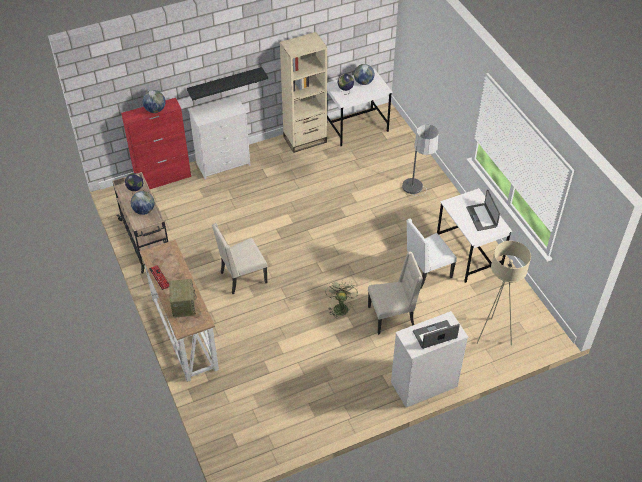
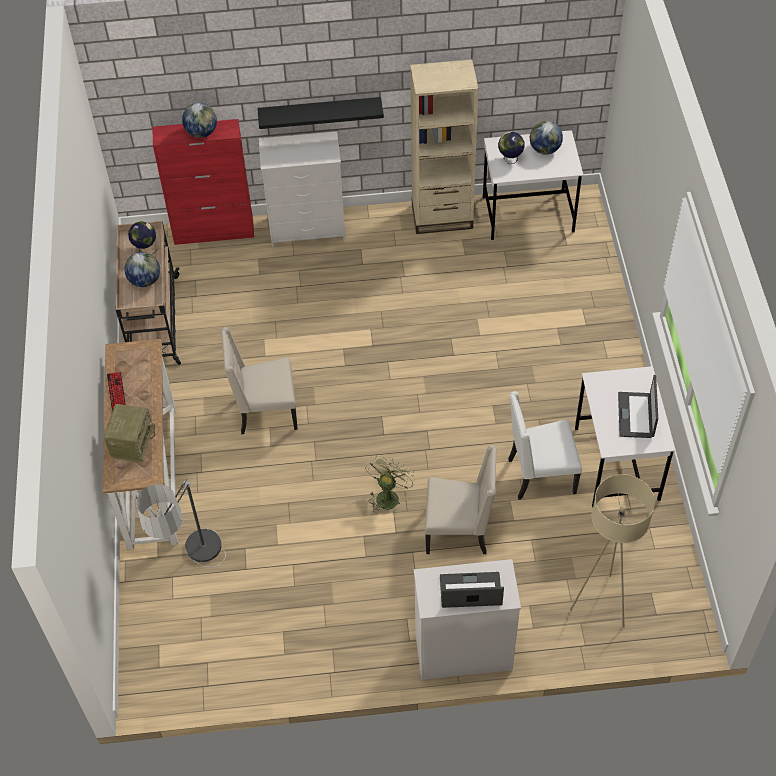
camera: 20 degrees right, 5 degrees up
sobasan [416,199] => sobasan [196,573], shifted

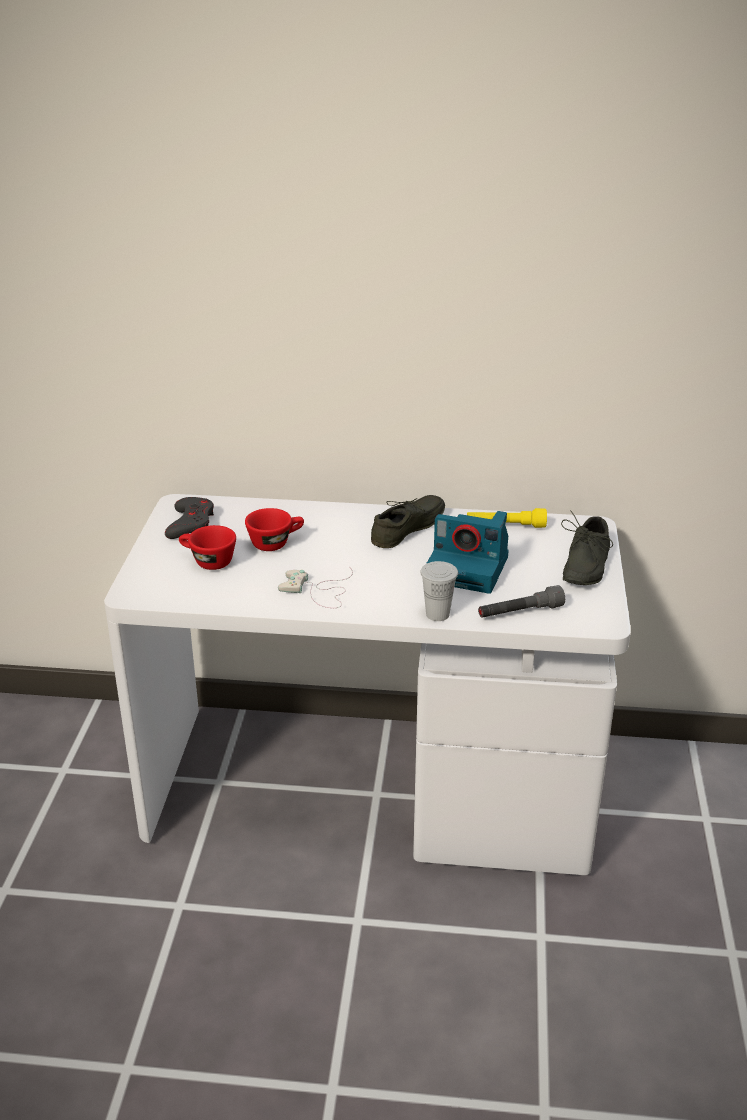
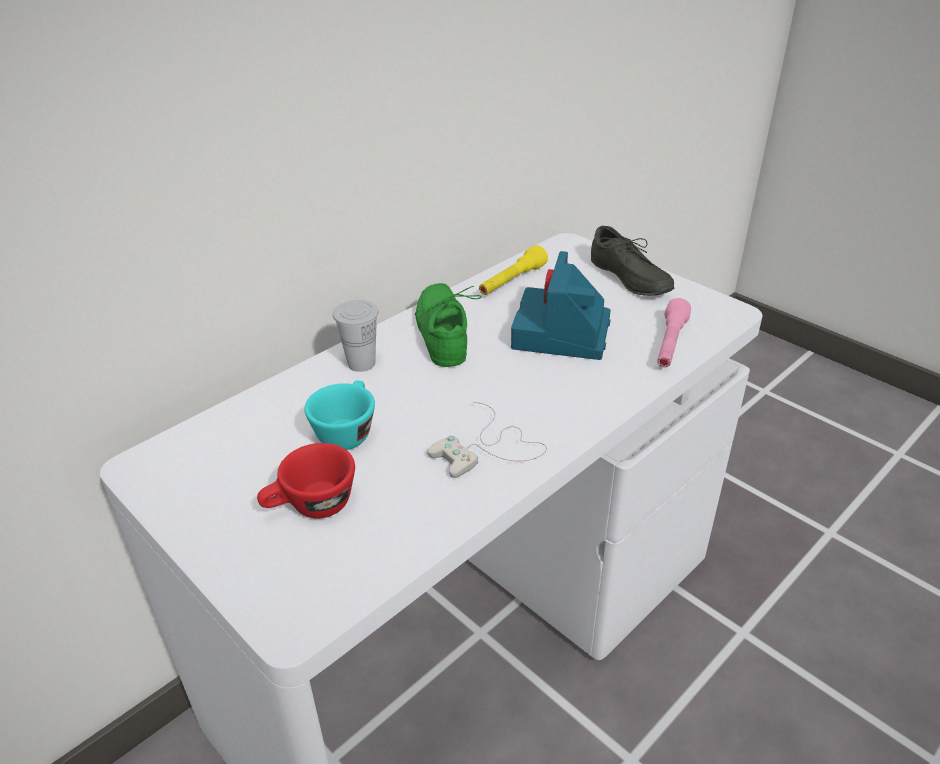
camera: 50 degrees left, 5 degrees up
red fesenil [276,543] => turquoise fesenil [347,431]
white fesenil [437,614] => white fesenil [361,363], shifted
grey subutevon [410,530] => green subutevon [447,332]
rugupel [470,569] => rugupel [562,334], 135 degrees clockwise
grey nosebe [520,613] => pink nosebe [670,344]
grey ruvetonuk [191,523] => nothing

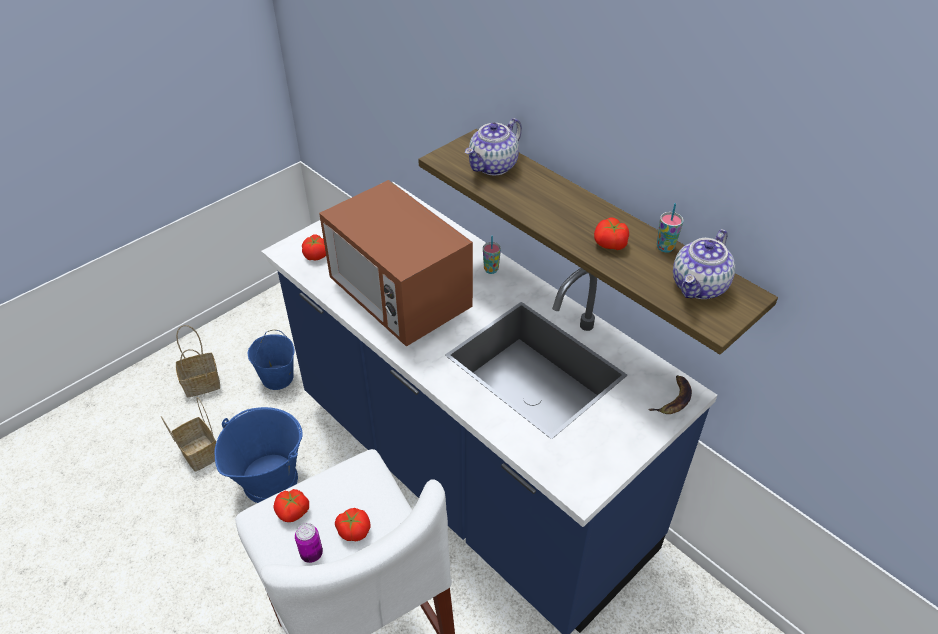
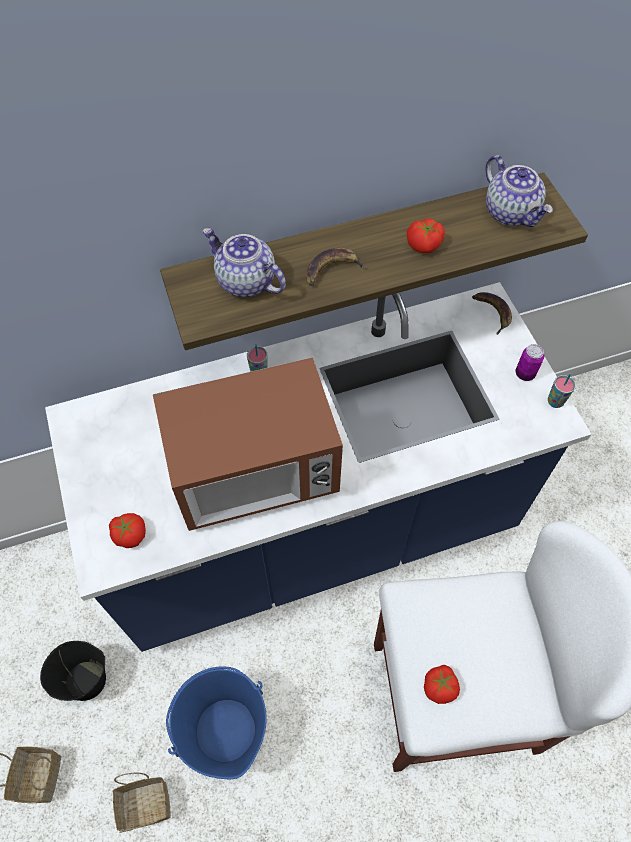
camera: 65 degrees left, 15 degrees up
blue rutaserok [278,378] => black rutaserok [87,680]
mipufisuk [493,166] => mipufisuk [245,282], 150 degrees clockwise
nothing => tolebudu [331,270]
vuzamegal [311,553] => vuzamegal [525,374], shifted
fesenil [665,247] => fesenil [555,402], shifted
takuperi [354,530] => nothing

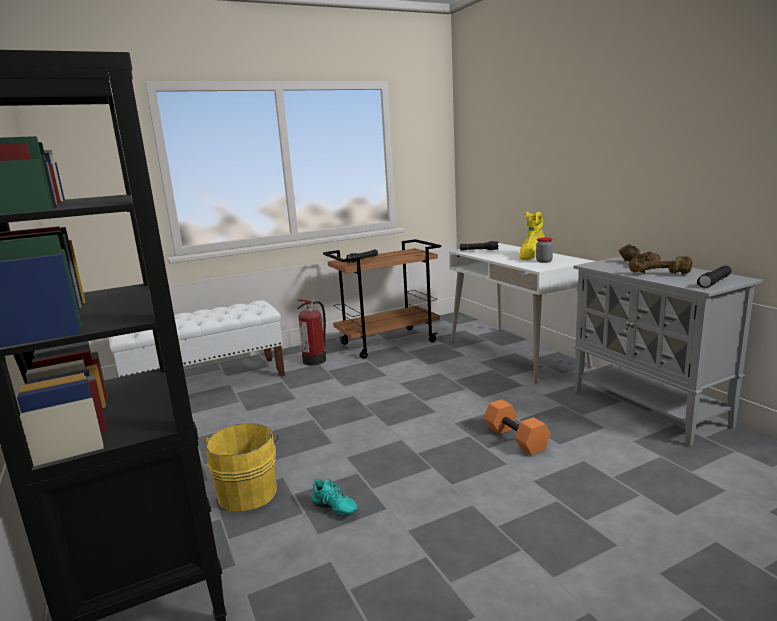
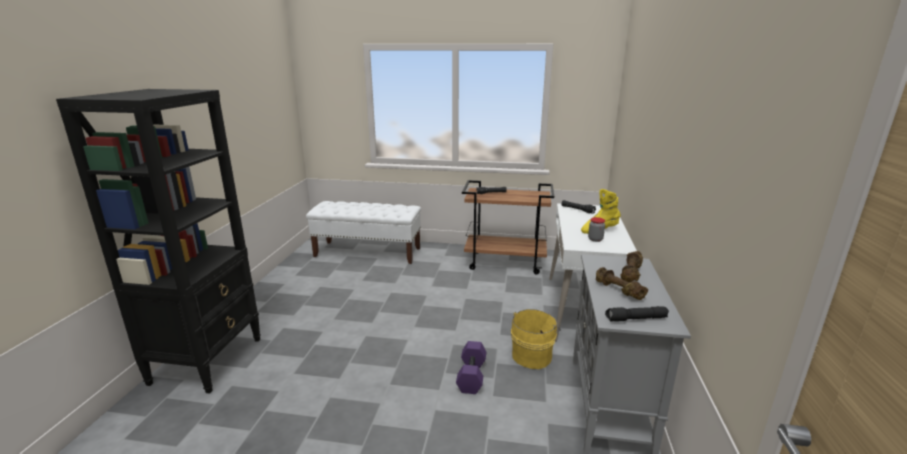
camera: 35 degrees right, 5 degrees up
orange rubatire [517,439] => purple rubatire [472,376]
yellow rutaserok [248,491] => yellow rutaserok [533,355], shifted
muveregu [315,360] => nothing
turquoise subutevon [333,510] => nothing

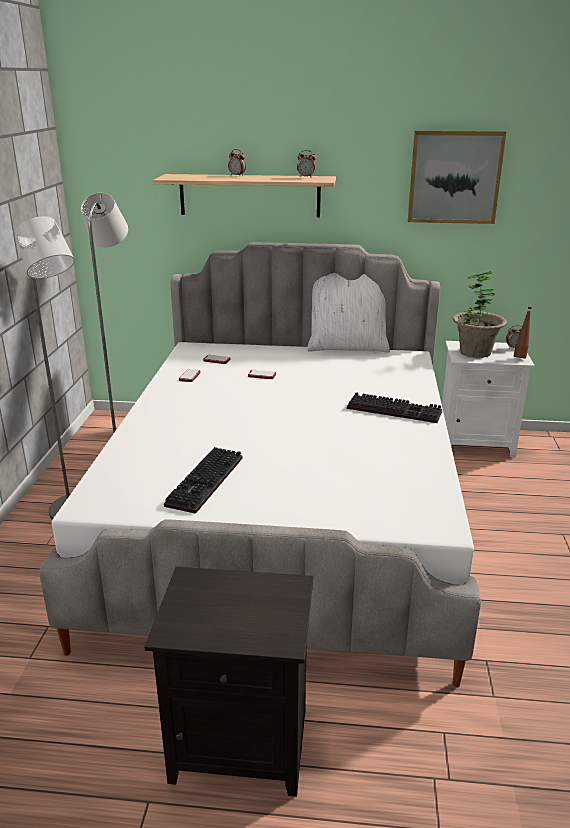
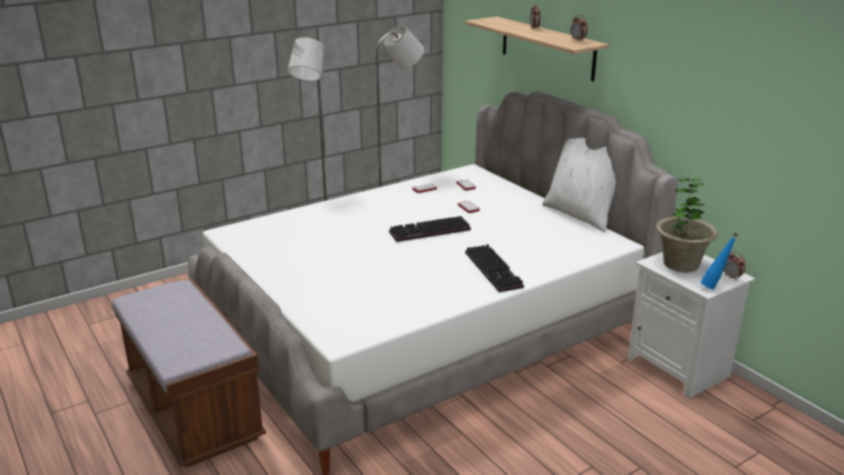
camera: 50 degrees right, 0 degrees up
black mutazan [242,743] => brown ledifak [194,411]
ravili [206,482] => ravili [429,232], shifted
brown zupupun [520,357] => blue zupupun [714,286]
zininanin [454,177] => nothing

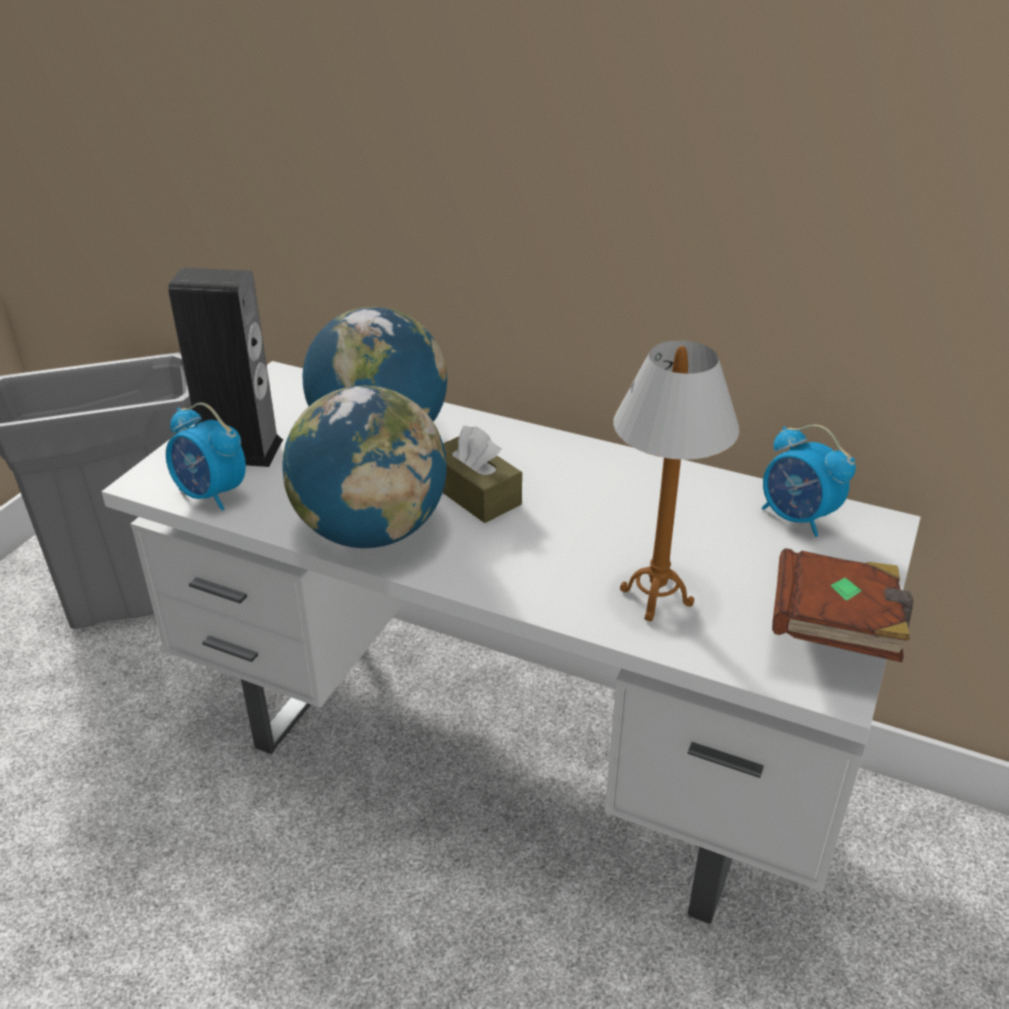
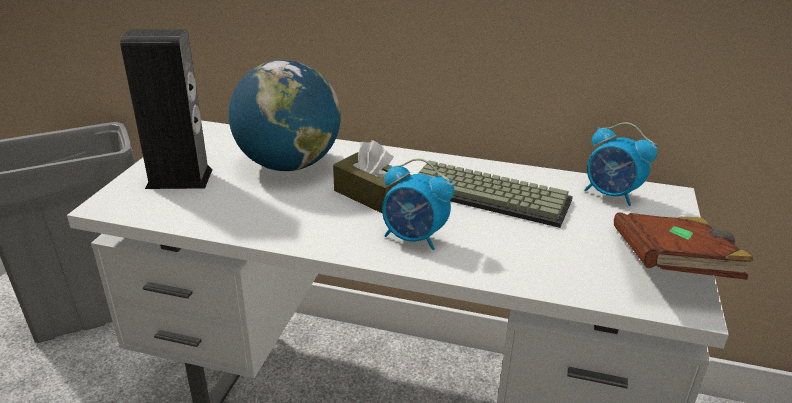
camera: 10 degrees left, 5 degrees down
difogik [211,494] => difogik [414,238], shifted
nothing => ravili [491,194]
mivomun [371,531] => nothing
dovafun [656,597] => nothing

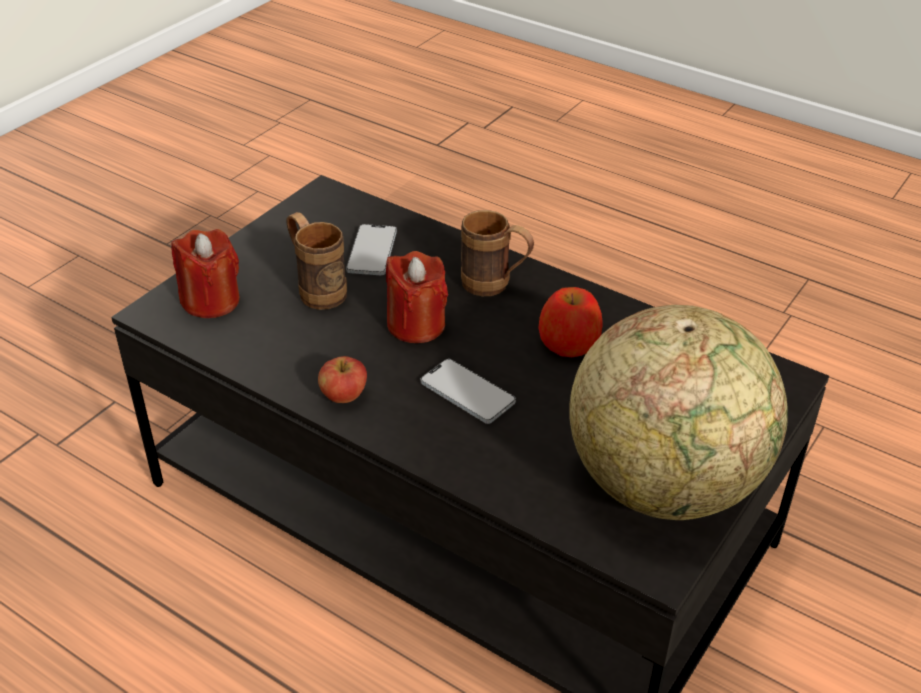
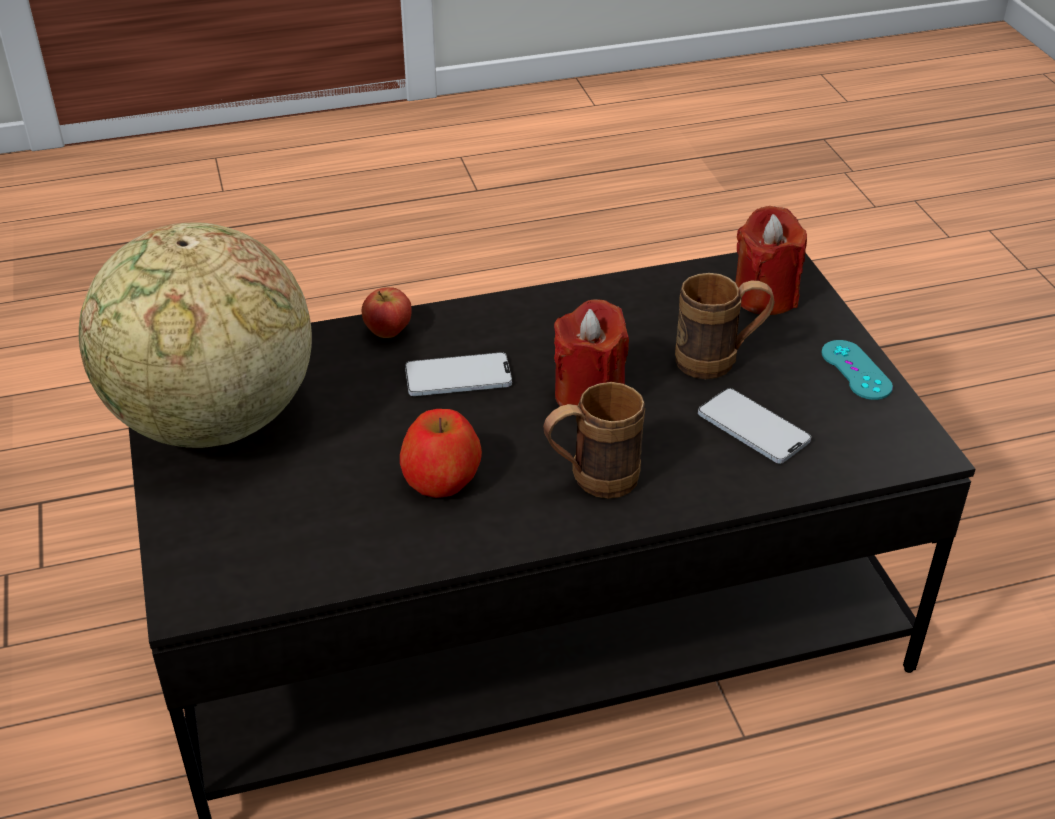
camera: 130 degrees right, 0 degrees up
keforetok [343,396] => keforetok [388,331], shifted
nothing => turquoise ruvetonuk [856,370]

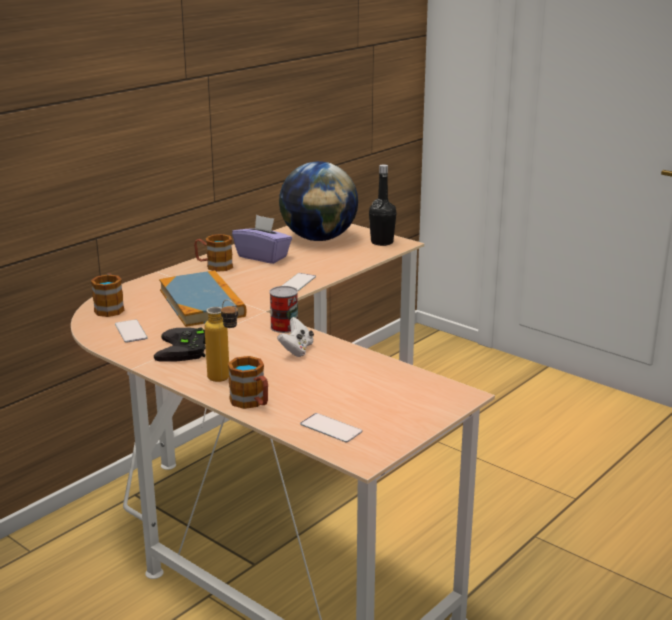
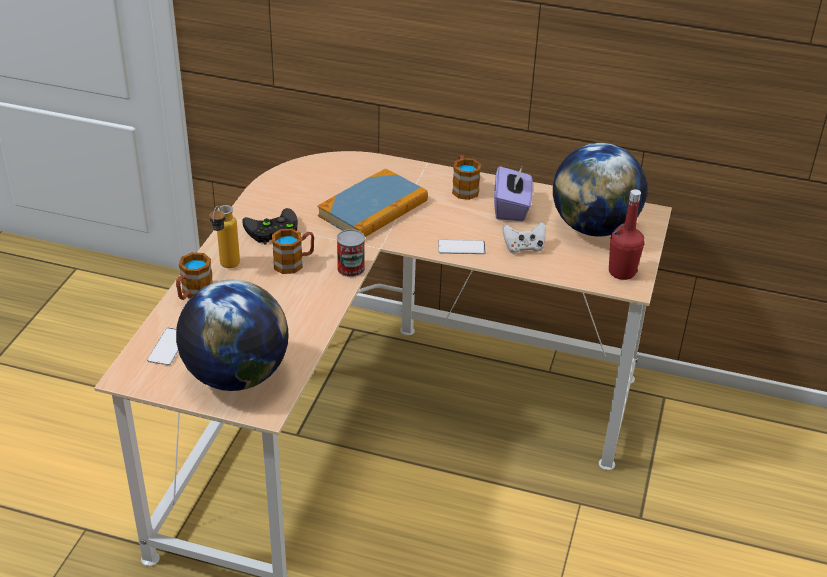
camera: 65 degrees right, 15 degrees up
nothing => mivomun [235,376]
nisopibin [110,308] => nisopibin [294,263], shifted
white ruvetonuk [296,350] => white ruvetonuk [523,248], shifted
black zupupun [382,242] => red zupupun [622,272]
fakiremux [131,331] => nothing

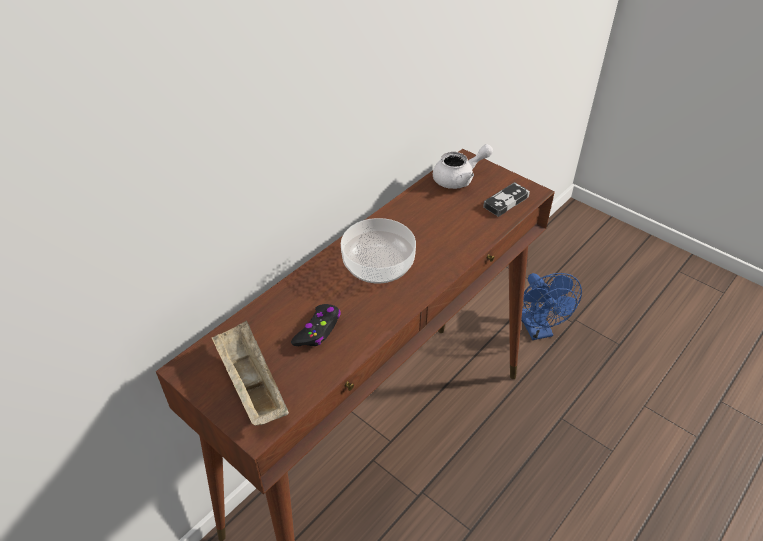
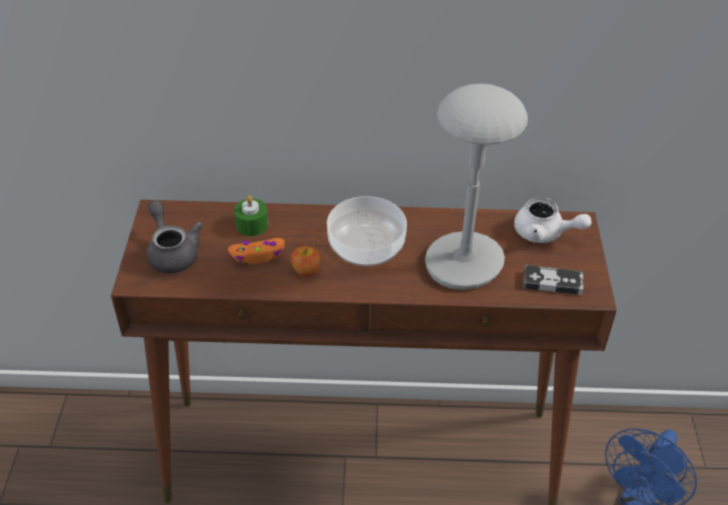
camera: 50 degrees right, 0 degrees up
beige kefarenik [251,384] => grey mipufisuk [172,252]
black ruvetonuk [318,330] => orange ruvetonuk [258,255]
nothing => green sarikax [252,225]
nothing => keforetok [306,270]
nothing => grey dovafun [464,264]

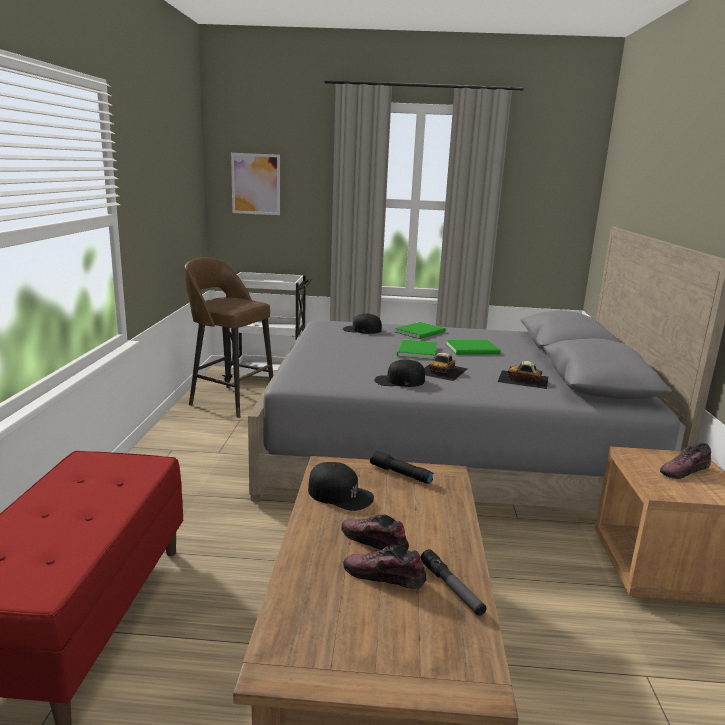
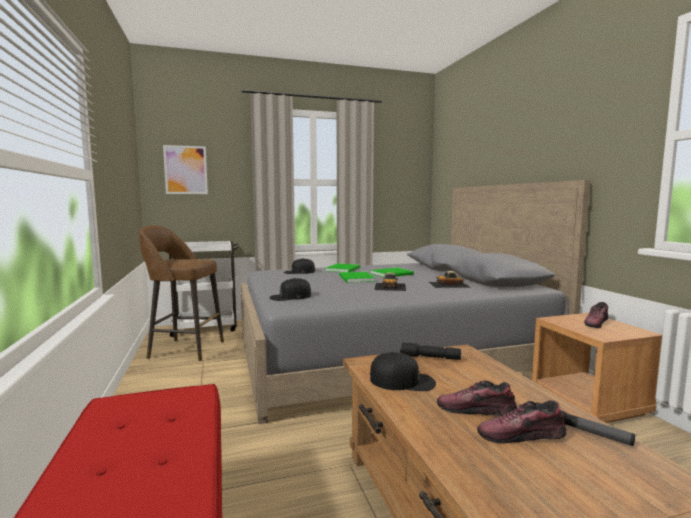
camera: 20 degrees left, 10 degrees down
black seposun [399,381] => black seposun [290,296], shifted

